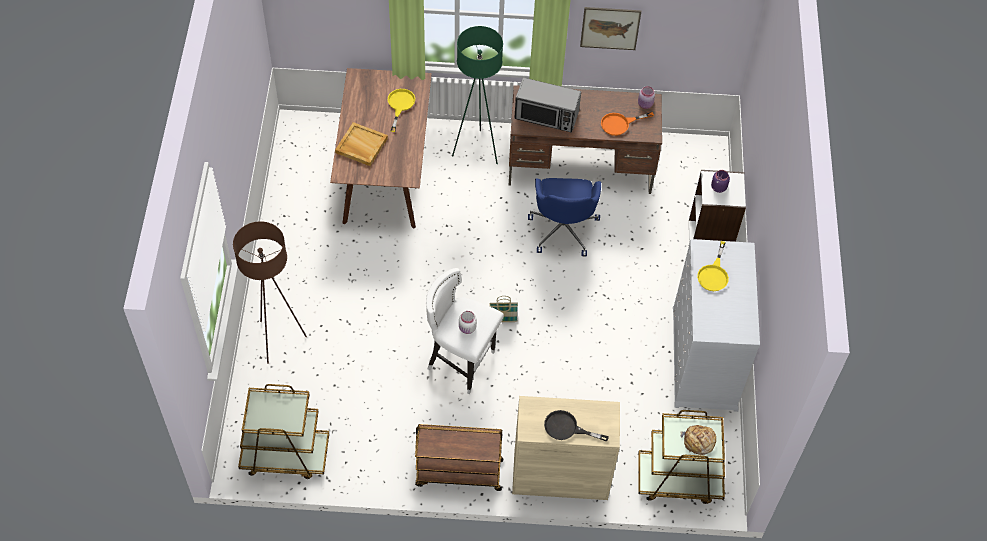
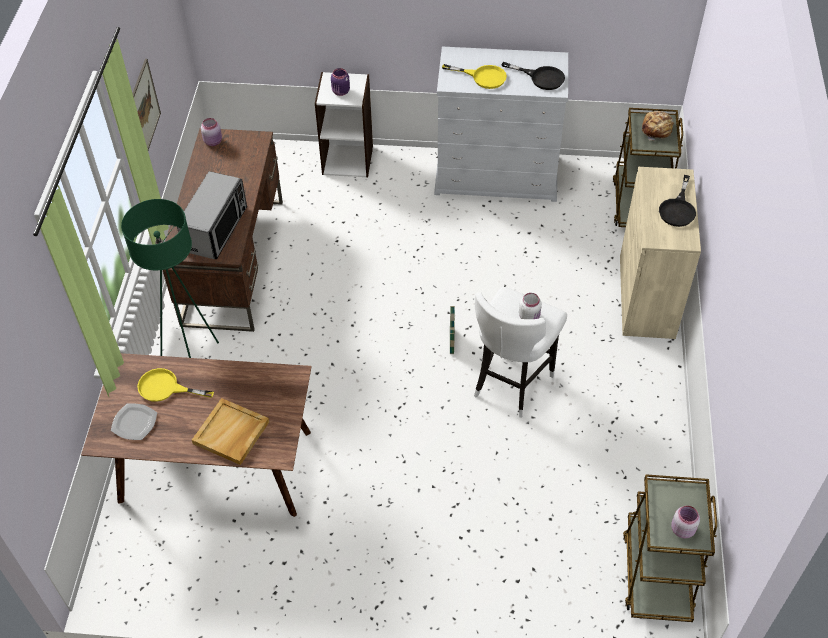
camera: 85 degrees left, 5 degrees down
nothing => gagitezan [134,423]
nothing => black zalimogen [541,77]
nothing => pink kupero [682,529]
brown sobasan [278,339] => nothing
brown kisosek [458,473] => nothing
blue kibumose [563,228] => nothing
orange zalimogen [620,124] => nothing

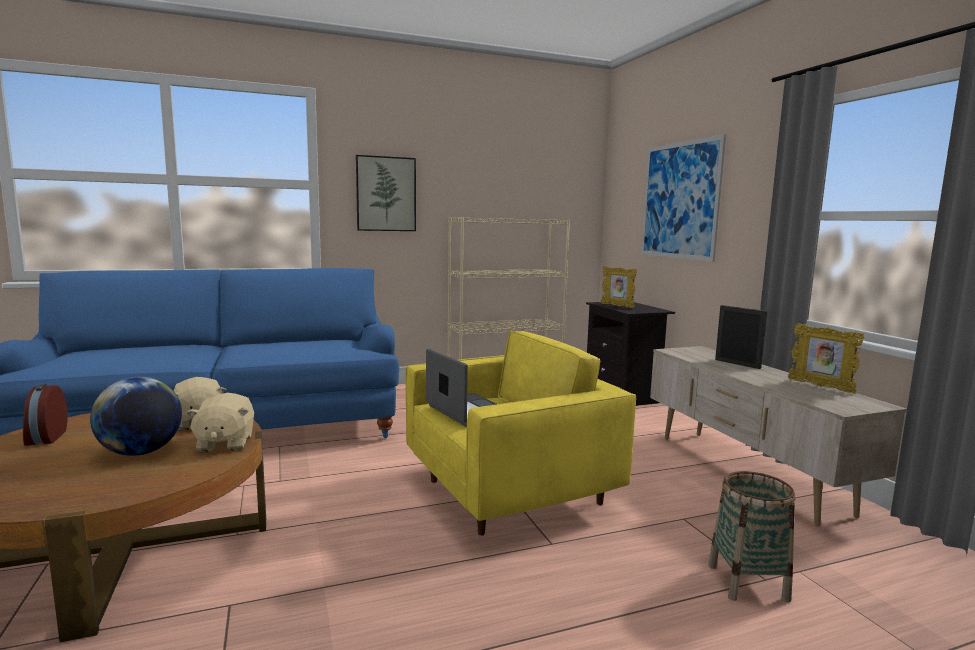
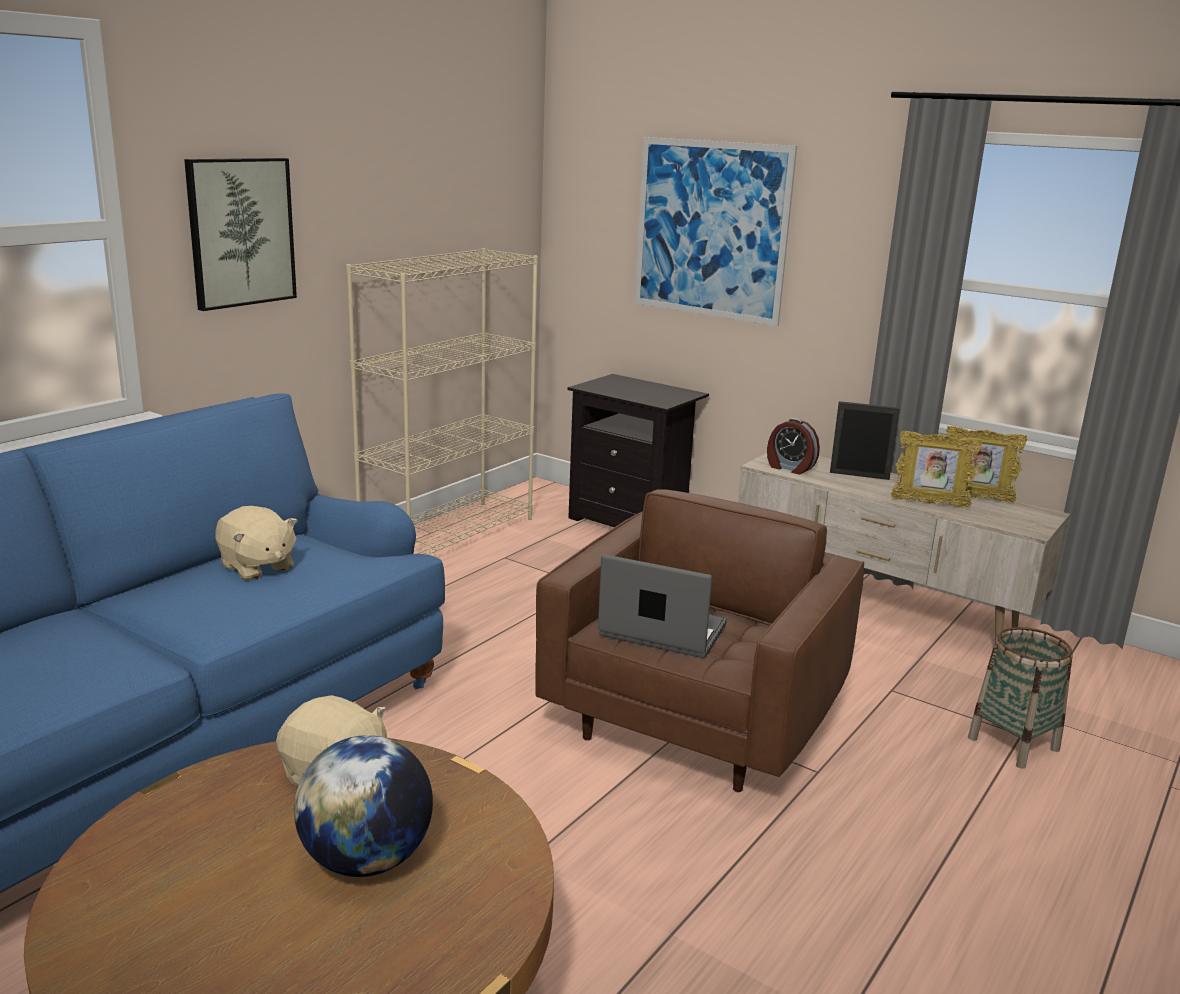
camera: 35 degrees left, 10 degrees up
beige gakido [224,443] => beige gakido [257,567], shifted
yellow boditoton [509,494] => brown boditoton [695,723]
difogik [45,438] => difogik [790,468], shifted
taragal [617,306] => taragal [929,503], shifted

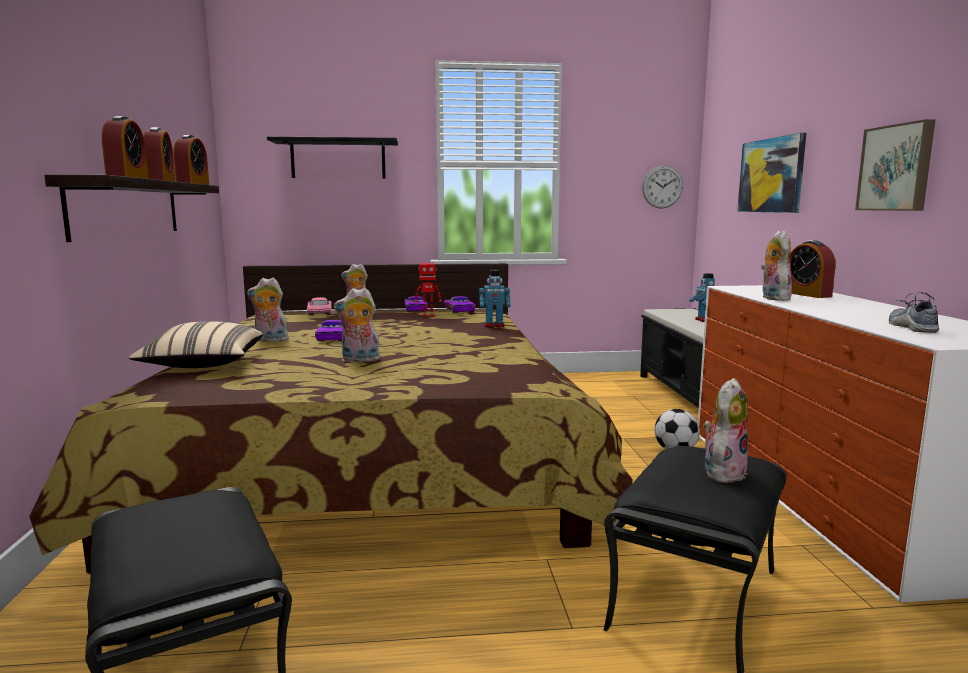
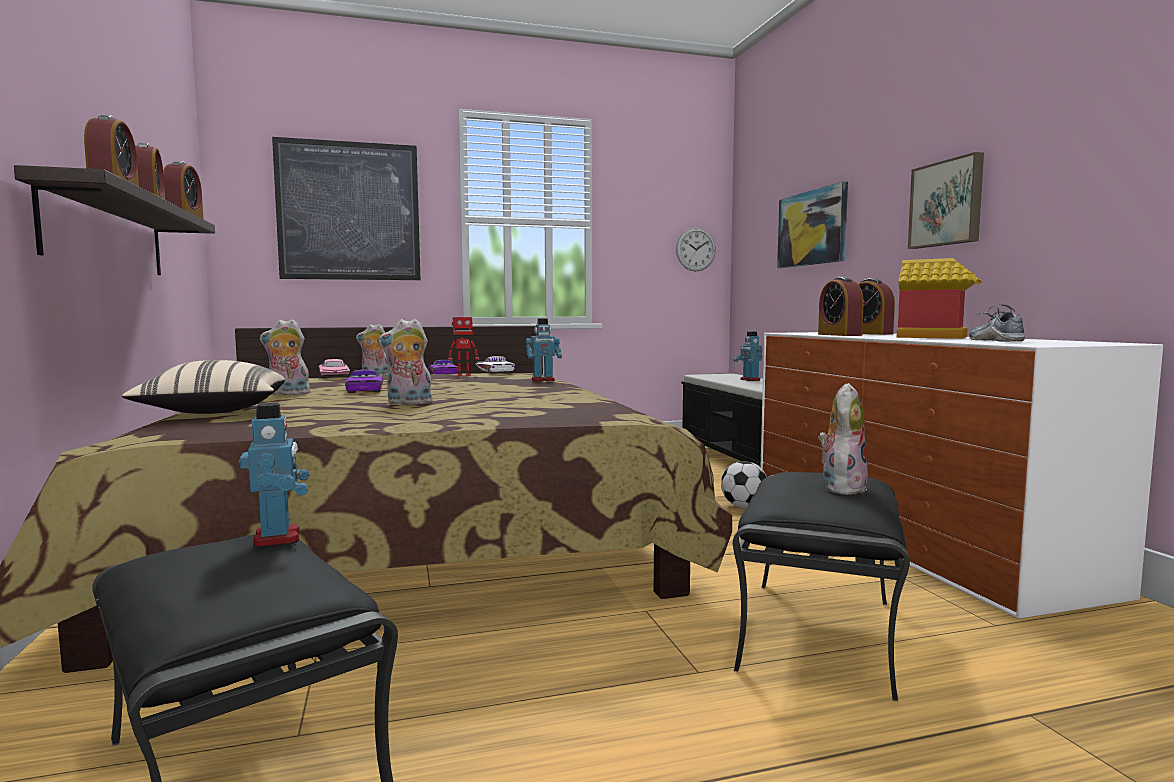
camera: 10 degrees left, 5 degrees down
nothing => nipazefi [278,538]
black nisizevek [338,159] => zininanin [349,211]
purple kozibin [460,309] => white kozibin [496,371]
gakido [772,298] => difogik [839,335]
nothing => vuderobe [937,337]

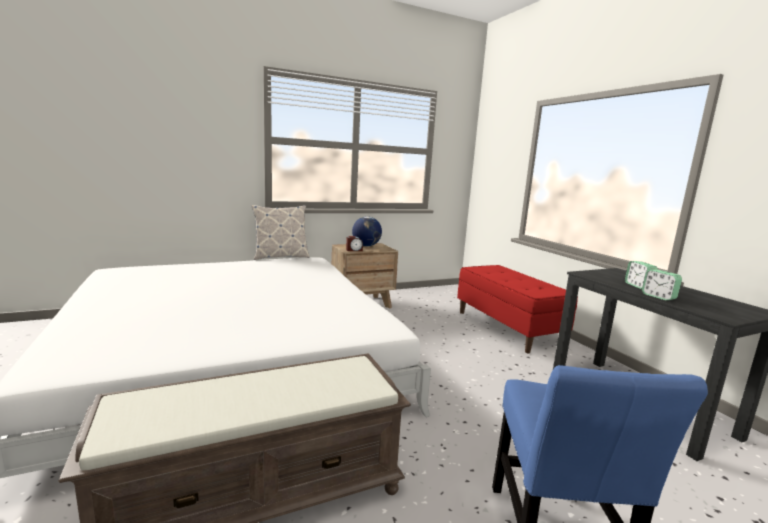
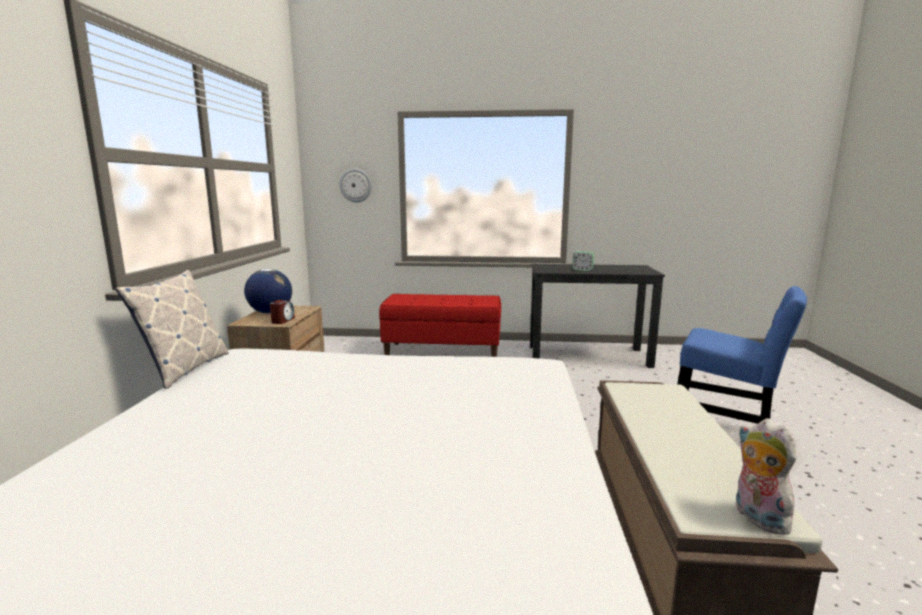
camera: 60 degrees left, 0 degrees up
nothing => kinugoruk [356,185]
nothing => gakido [756,517]
difogik [658,297] => nothing

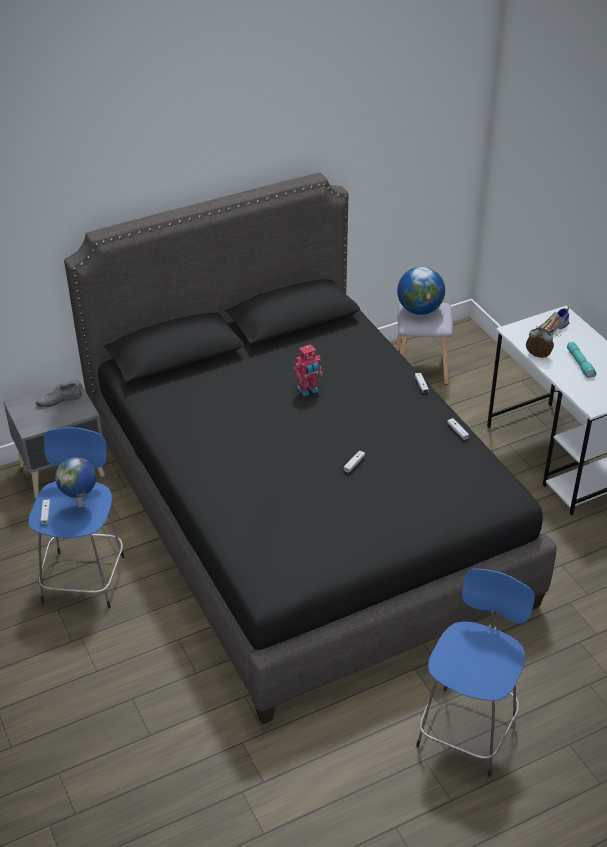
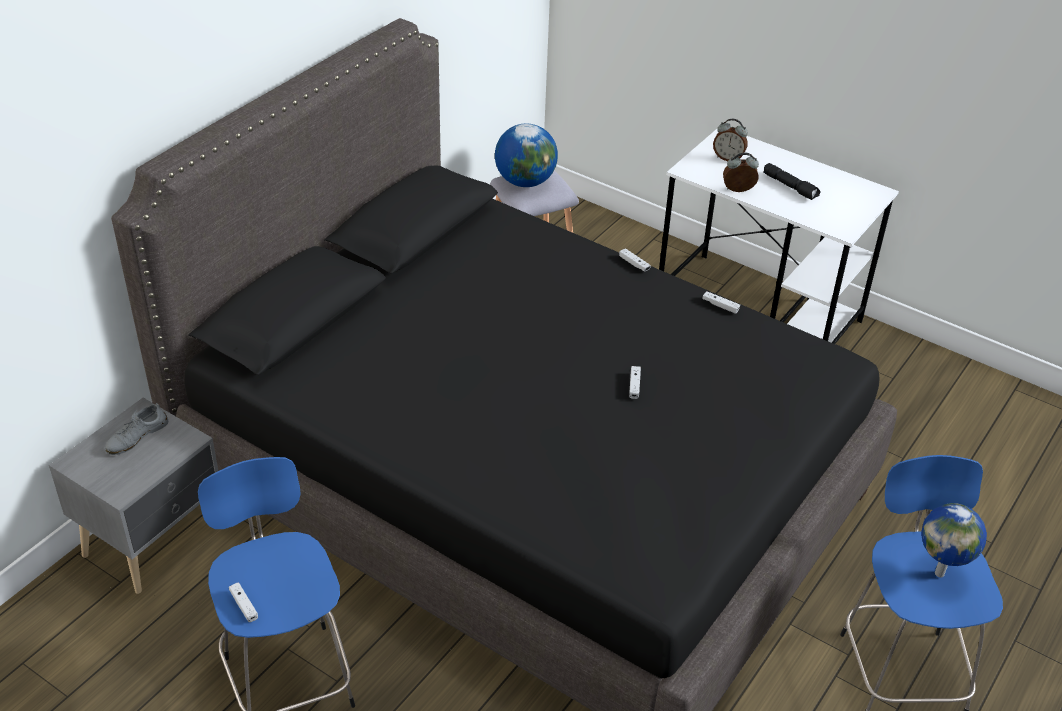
camera: 30 degrees left, 0 degrees up
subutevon [551,330] => difogik [728,158]
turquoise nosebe [580,364] => black nosebe [790,187]
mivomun [81,505] => mivomun [940,573], shifted
nipazefi [308,390] => nothing

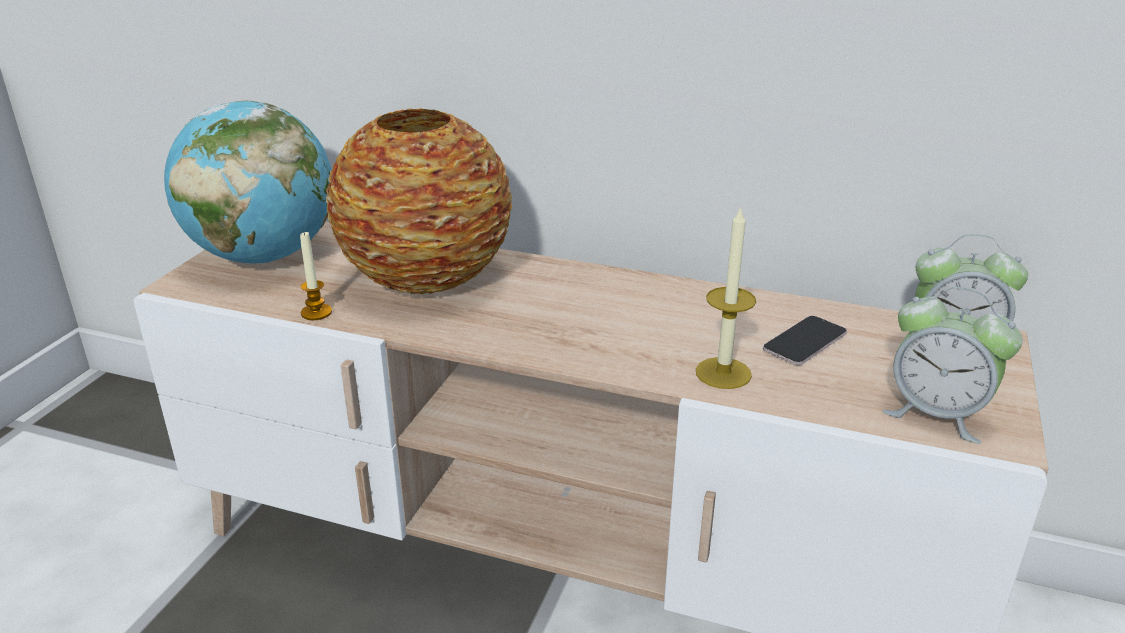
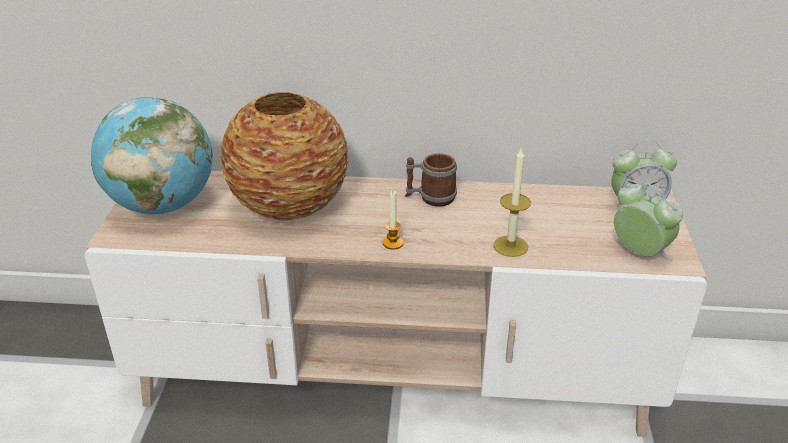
camera: 15 degrees left, 5 degrees up
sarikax [316,313] => sarikax [393,243], shifted
nothing => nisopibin [430,197]
difogik [936,414] => difogik [639,253], 150 degrees counterclockwise
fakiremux [805,341] => nothing

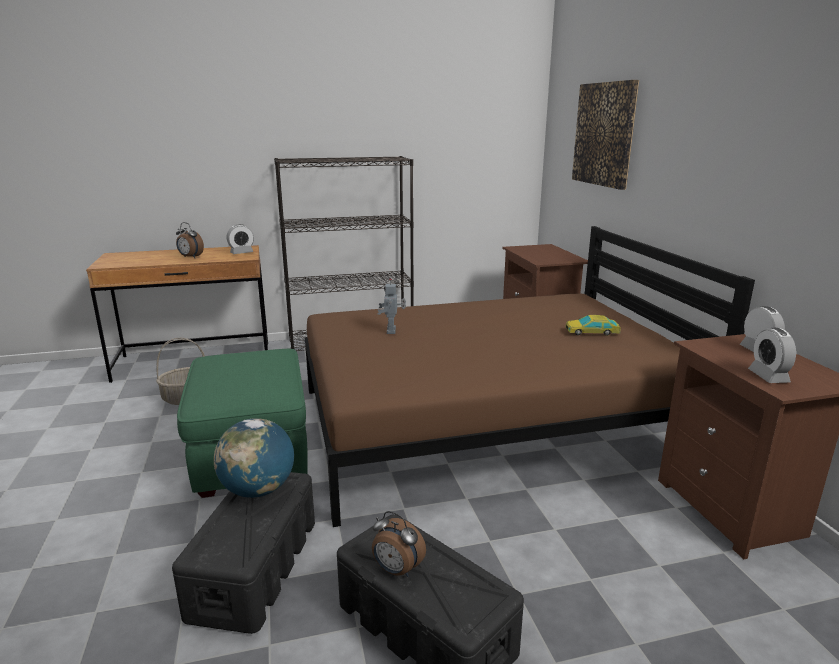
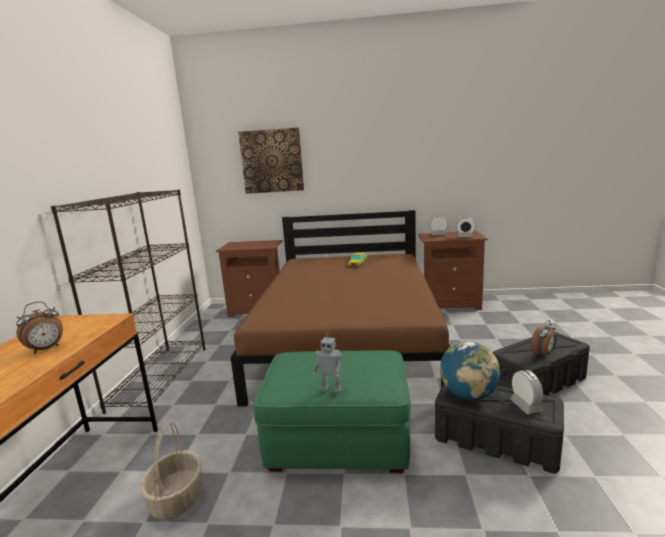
camera: 70 degrees left, 5 degrees down
nipazefi [392,331] => nipazefi [331,389], shifted
difogik [241,252] => difogik [525,406], shifted

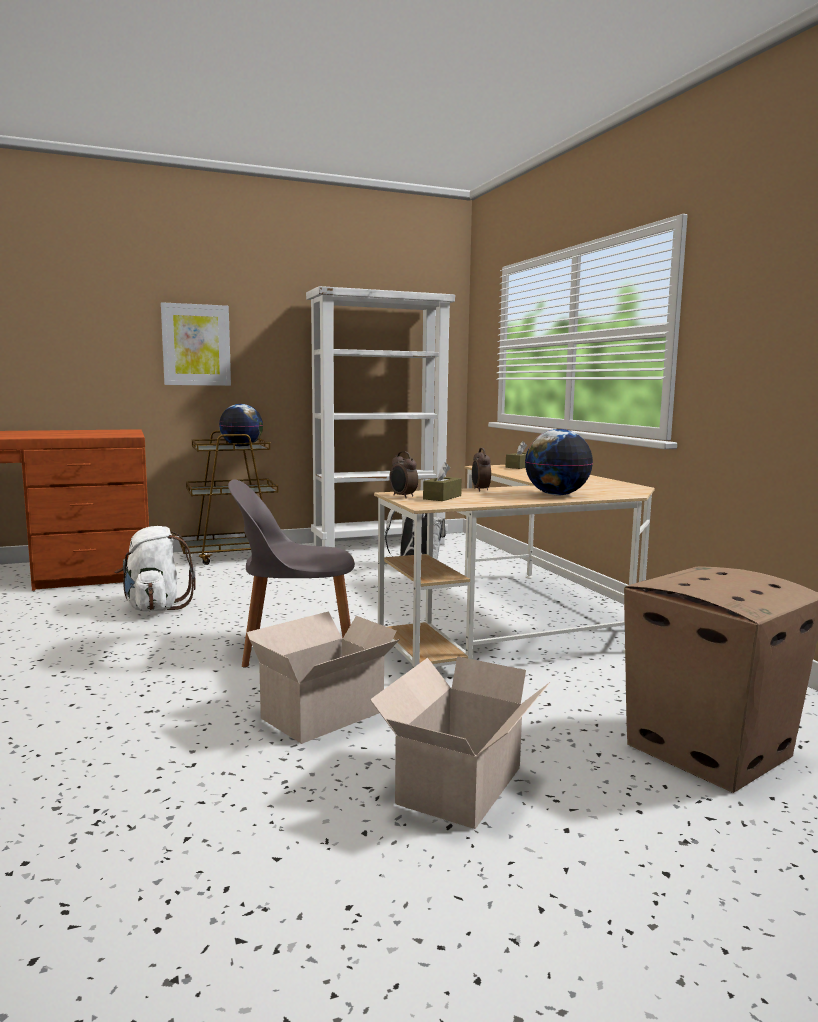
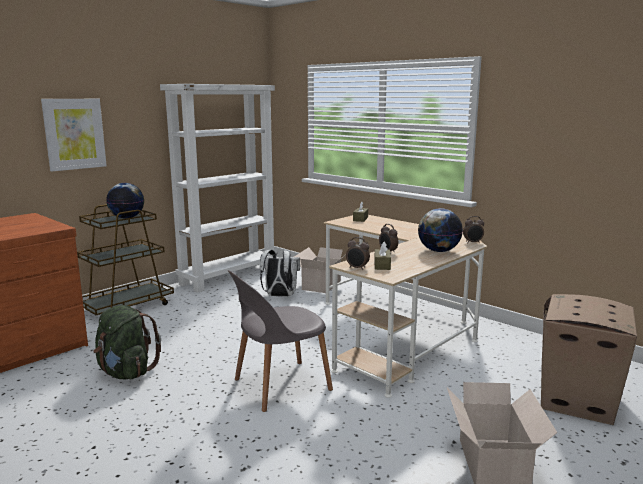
camera: 25 degrees left, 5 degrees up
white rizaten [155,607] => green rizaten [126,372]
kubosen [326,714] => kubosen [322,285], shifted
nothing => difogik [473,242]

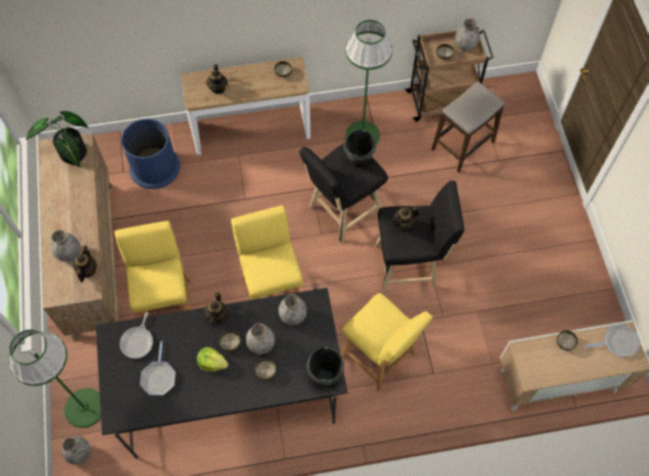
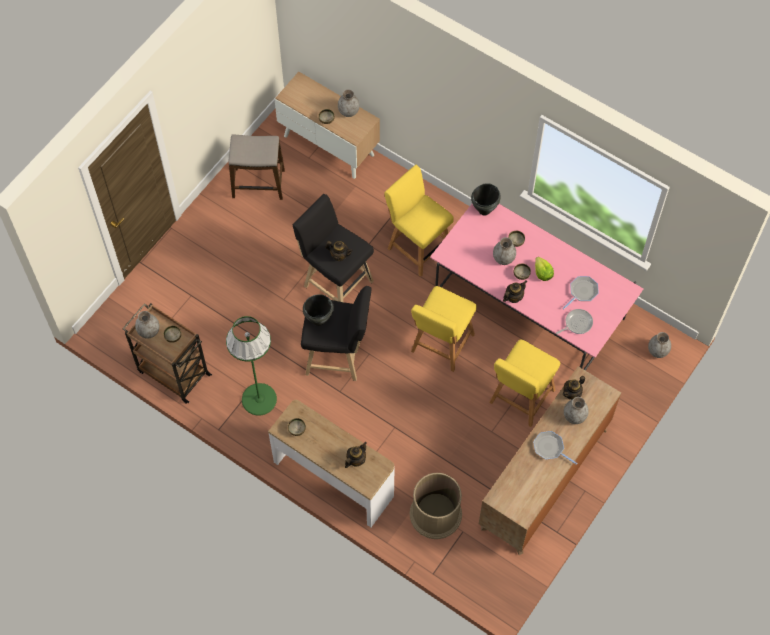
camera: 135 degrees left, 0 degrees up
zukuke [462,145] => zukuke [258,184], shifted
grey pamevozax [293,316] => grey pamevozax [348,111], shifted
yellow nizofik [380,357] => yellow nizofik [417,246], 45 degrees counterclockwise
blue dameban [154,167] => brown dameban [435,514]
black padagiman [229,387] => pink padagiman [529,309]
zalimogen [618,342] => zalimogen [550,448], shifted
green sobasan [85,407] => nothing
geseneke [72,156] => nothing

